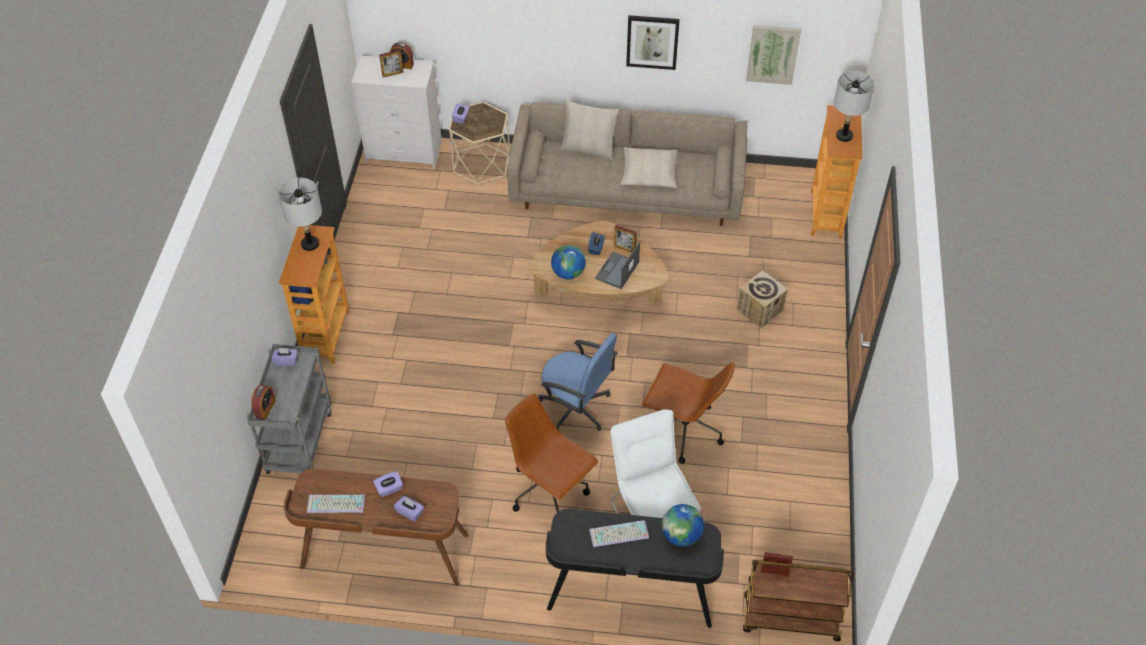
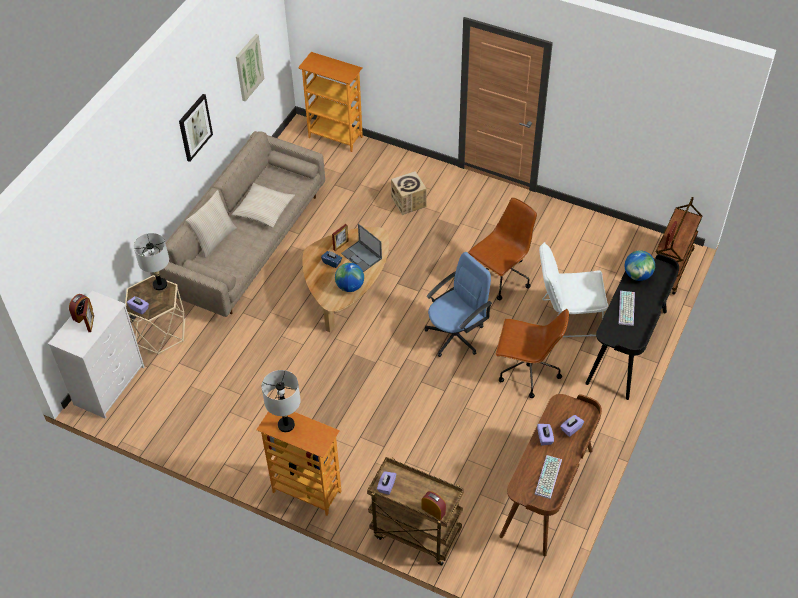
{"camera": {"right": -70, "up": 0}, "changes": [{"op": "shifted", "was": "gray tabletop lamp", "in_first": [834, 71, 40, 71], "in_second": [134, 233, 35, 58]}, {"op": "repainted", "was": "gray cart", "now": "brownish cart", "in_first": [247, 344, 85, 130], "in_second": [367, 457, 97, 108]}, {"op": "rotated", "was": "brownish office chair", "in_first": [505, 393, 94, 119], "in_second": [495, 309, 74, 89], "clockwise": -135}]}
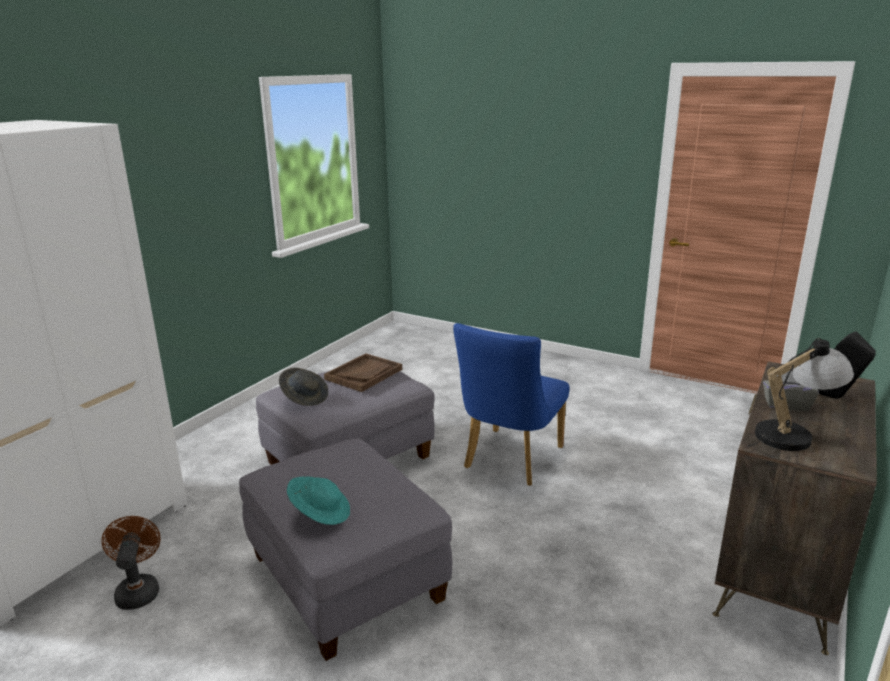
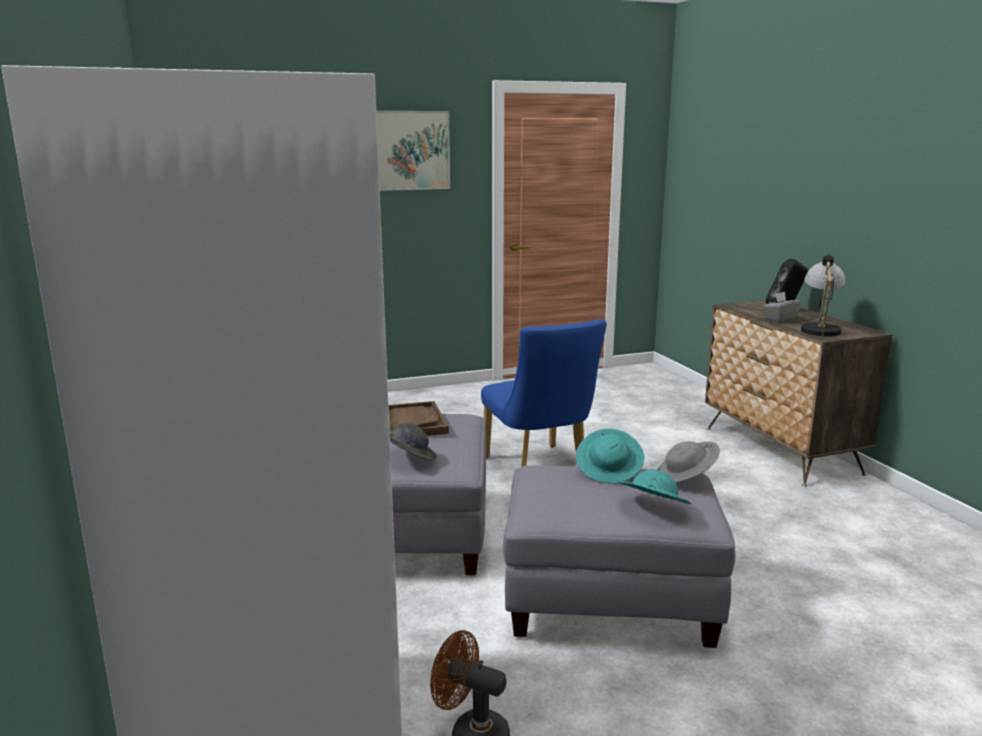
{"camera": {"right": -50, "up": -5}, "changes": [{"op": "new", "now": "wall art", "in_second": [376, 111, 74, 80]}, {"op": "new", "now": "turquoise-coloured hat", "in_second": [576, 429, 68, 55]}, {"op": "new", "now": "gray hat", "in_second": [657, 441, 63, 42]}]}
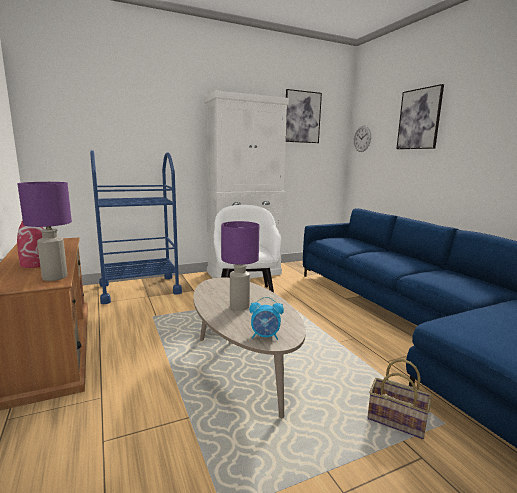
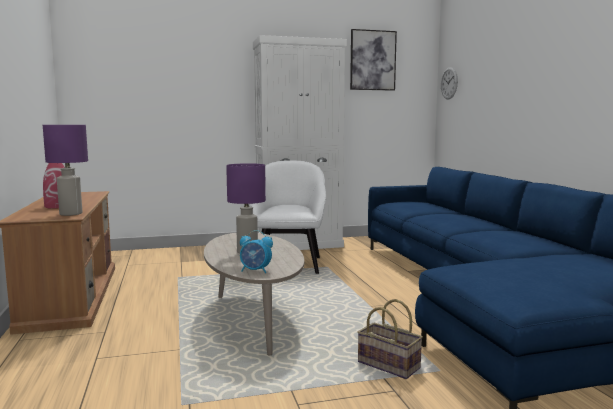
{"camera": {"right": 10, "up": -5}, "changes": [{"op": "gone", "was": "bluish cart", "in_first": [90, 150, 92, 154]}, {"op": "gone", "was": "wall art", "in_first": [396, 84, 48, 65]}]}
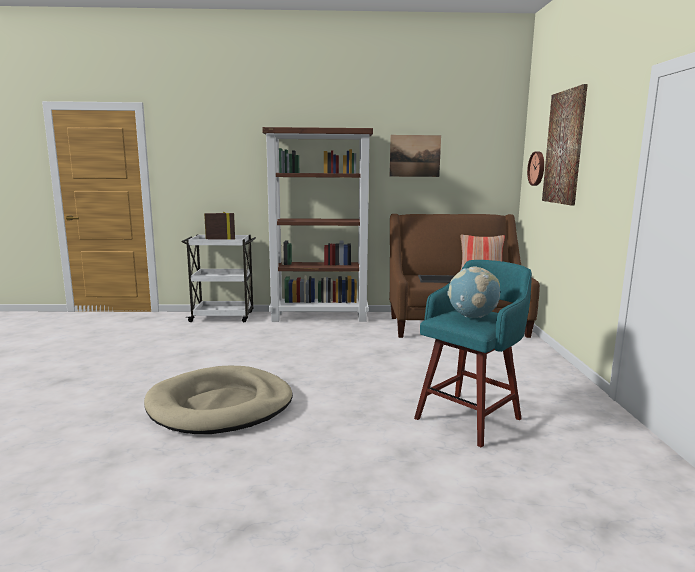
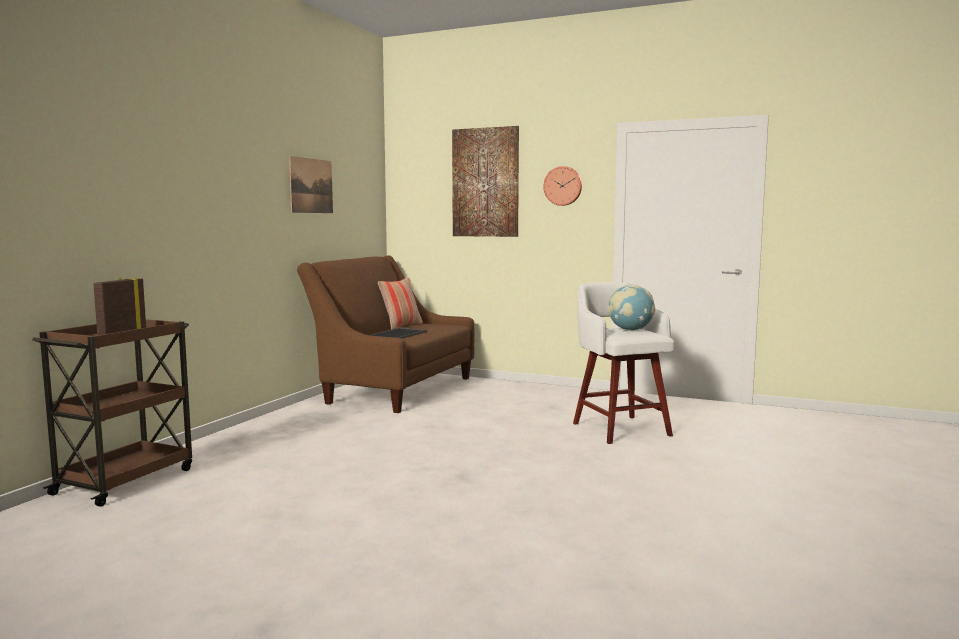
{"camera": {"right": -65, "up": -5}, "changes": [{"op": "gone", "was": "beige dog cushion", "in_first": [144, 366, 149, 68]}, {"op": "gone", "was": "brownish shelving unit", "in_first": [262, 127, 111, 195]}, {"op": "shifted", "was": "wall clock", "in_first": [527, 151, 17, 35], "in_second": [543, 166, 39, 40]}, {"op": "repainted", "was": "white cart", "now": "brownish cart", "in_first": [182, 235, 74, 87], "in_second": [32, 319, 160, 188]}, {"op": "repainted", "was": "turquoise-coloured sitting stool", "now": "white sitting stool", "in_first": [414, 260, 118, 187], "in_second": [573, 282, 102, 162]}]}
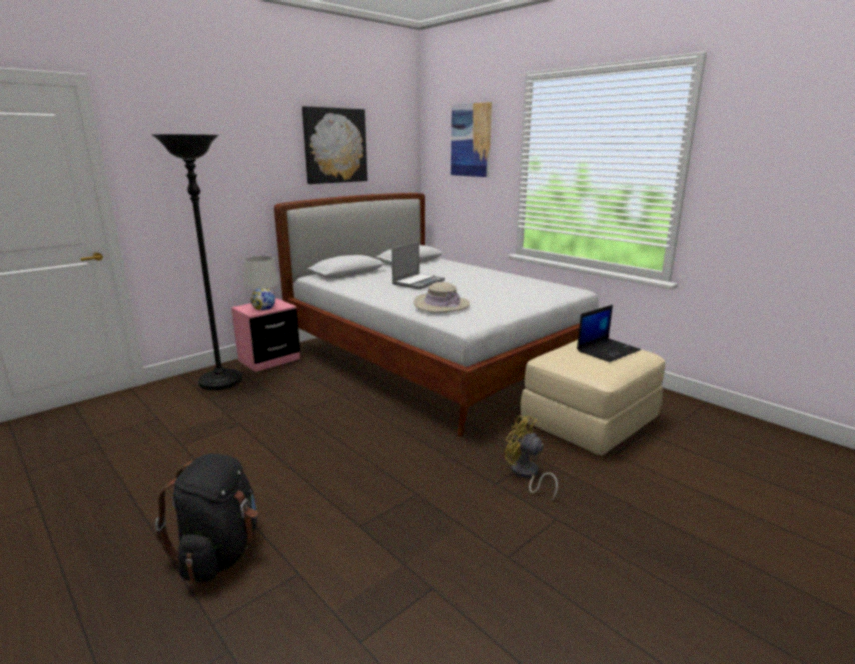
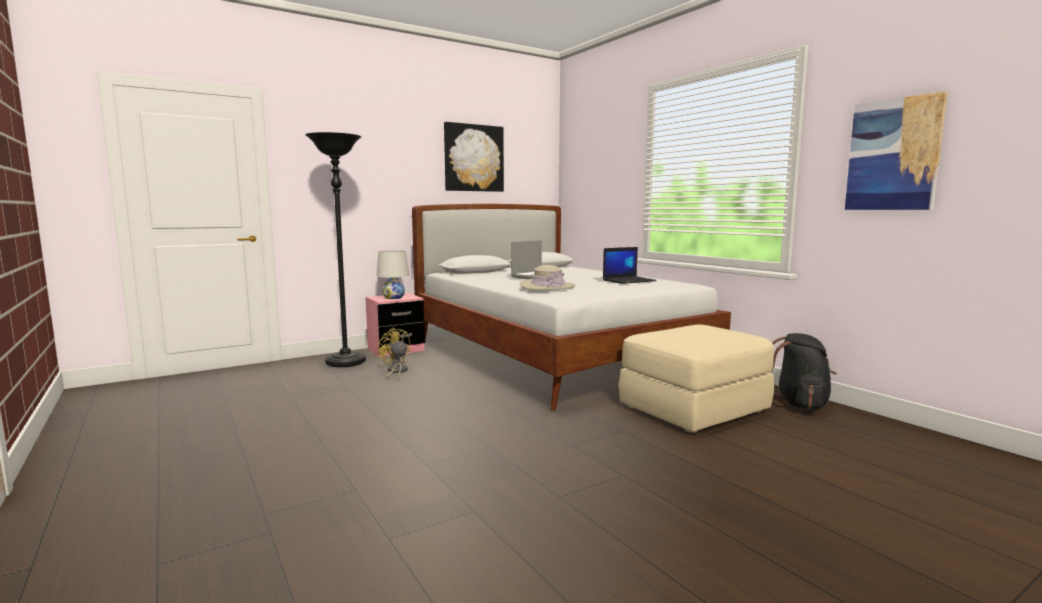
{"camera": {"right": 10, "up": -10}, "changes": [{"op": "shifted", "was": "black knapsack", "in_first": [155, 454, 103, 129], "in_second": [769, 333, 68, 76]}, {"op": "shifted", "was": "wall art", "in_first": [451, 102, 41, 75], "in_second": [845, 91, 103, 119]}, {"op": "shifted", "was": "yellowish fan", "in_first": [505, 415, 53, 85], "in_second": [378, 328, 33, 53]}, {"op": "shifted", "was": "laptop", "in_first": [577, 305, 64, 57], "in_second": [603, 247, 54, 37]}]}
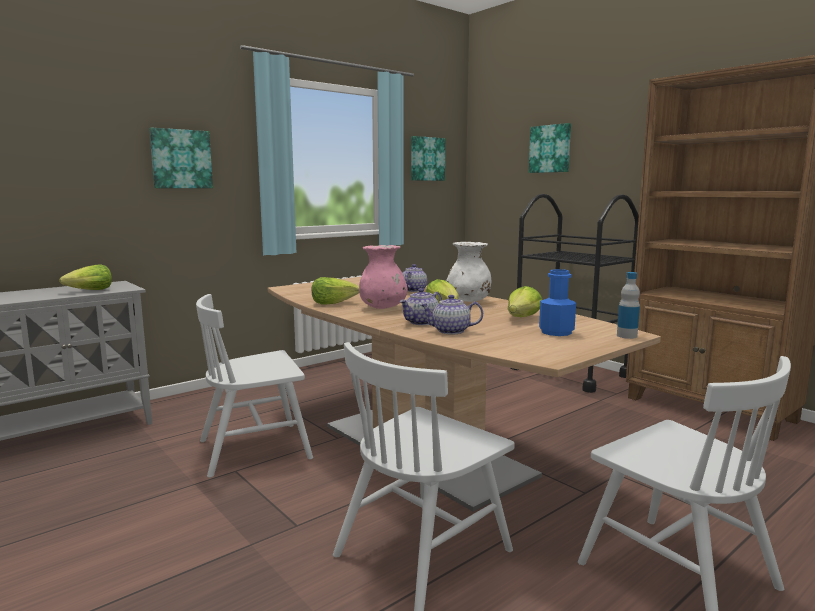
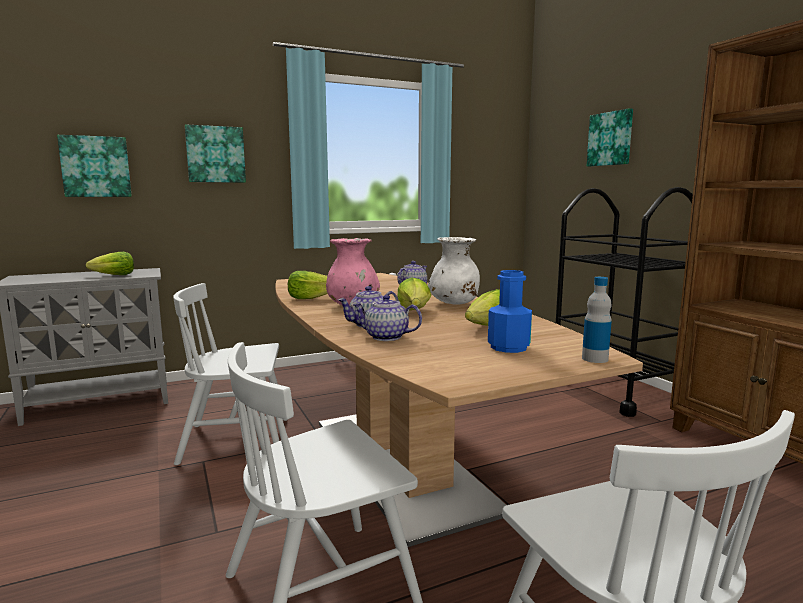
{"camera": {"right": 15, "up": 0}, "changes": [{"op": "shifted", "was": "wall art", "in_first": [411, 136, 34, 45], "in_second": [57, 135, 75, 62]}]}
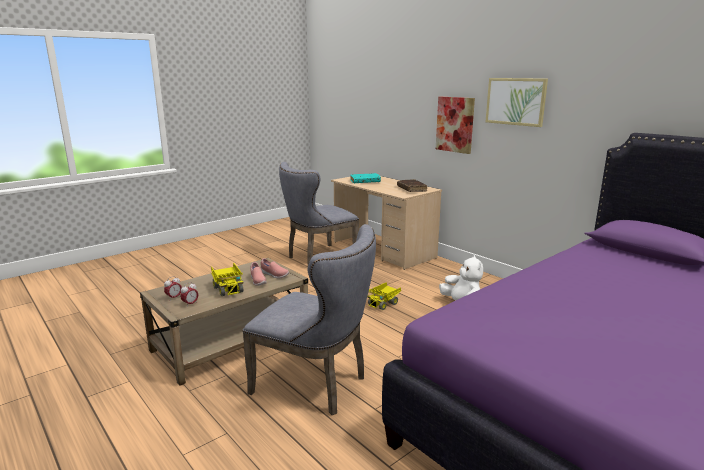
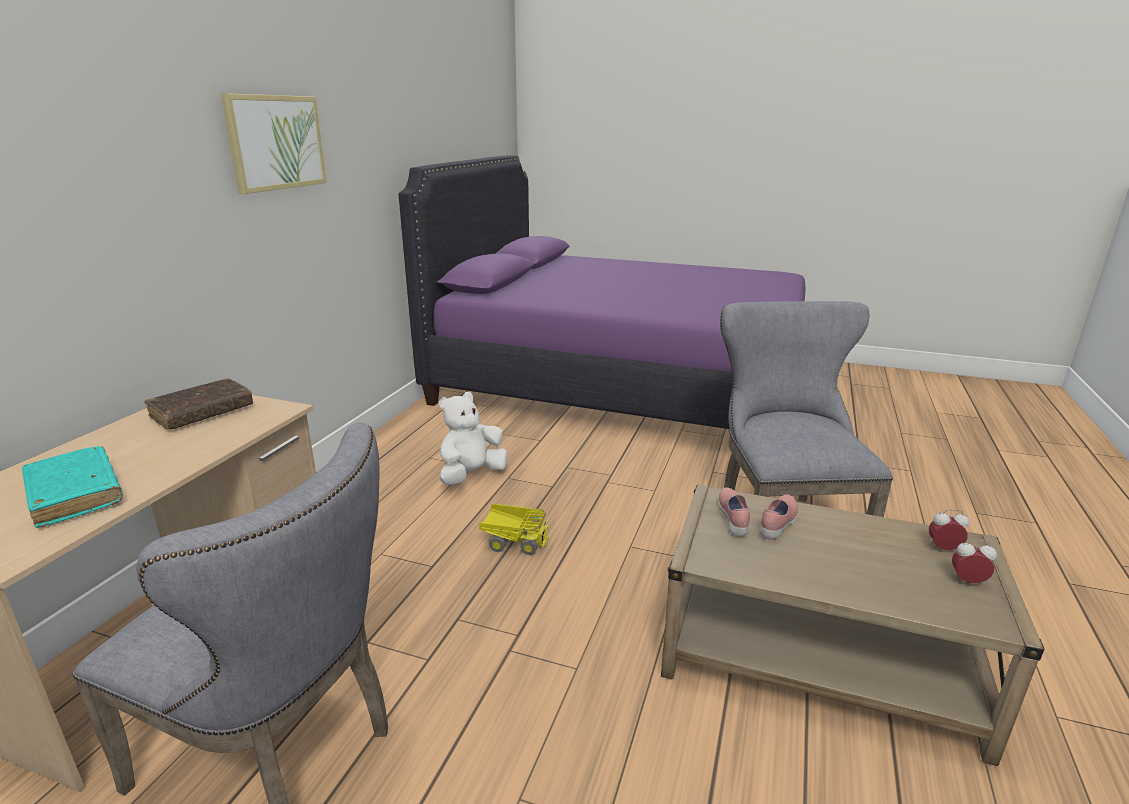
{"camera": {"right": -120, "up": 5}, "changes": [{"op": "gone", "was": "toy truck", "in_first": [211, 263, 32, 33]}, {"op": "gone", "was": "wall art", "in_first": [436, 97, 39, 57]}]}
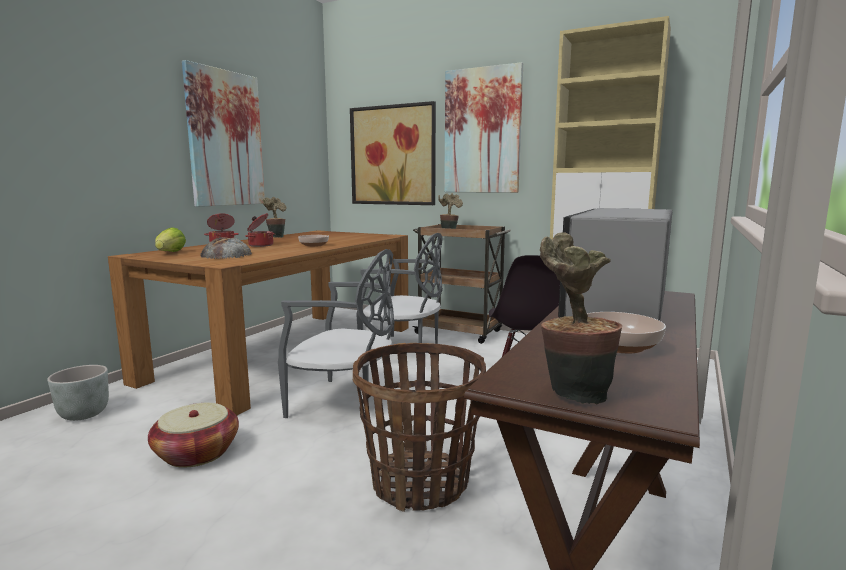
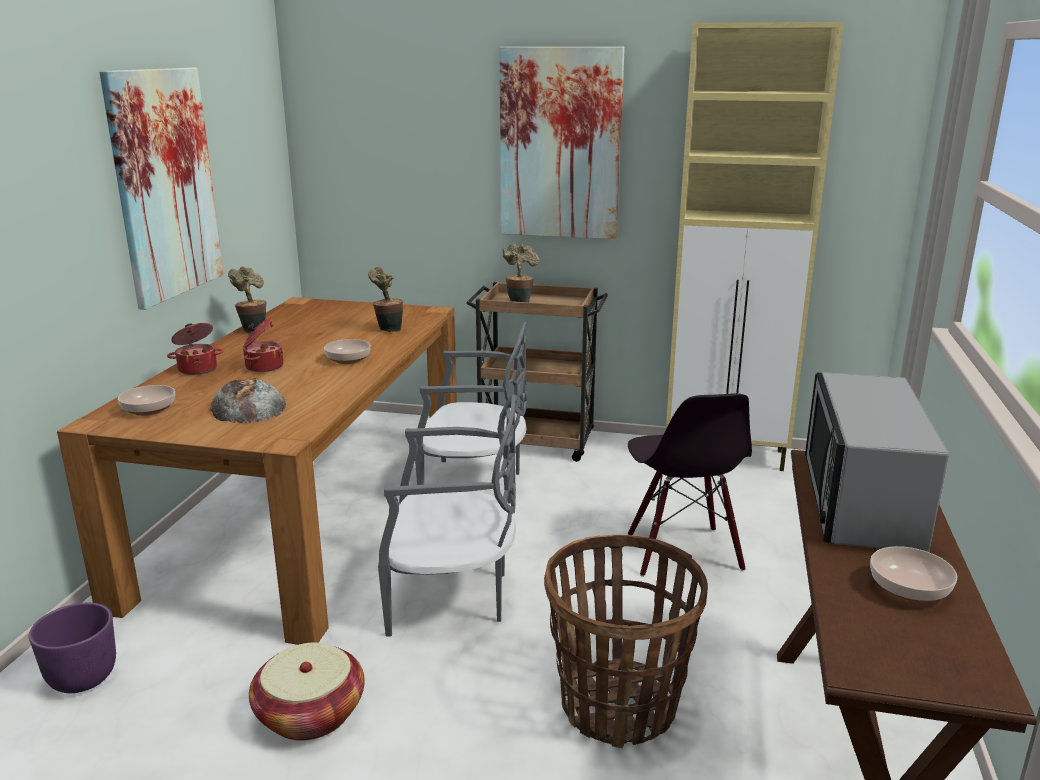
{"camera": {"right": -15, "up": 10}, "changes": [{"op": "gone", "was": "wall art", "in_first": [350, 101, 86, 104]}, {"op": "shifted", "was": "potted plant", "in_first": [540, 232, 82, 173], "in_second": [368, 266, 35, 66]}, {"op": "swapped", "was": "head of lettuce", "now": "serving bowl", "in_first": [155, 227, 31, 25], "in_second": [118, 385, 57, 31]}, {"op": "repainted", "was": "gray planter", "now": "purplish planter", "in_first": [47, 365, 62, 56], "in_second": [29, 603, 87, 90]}]}
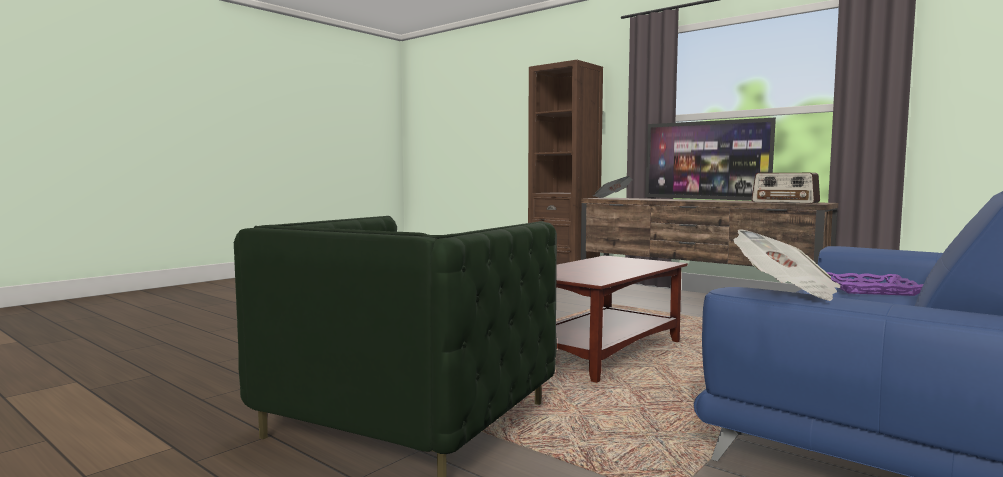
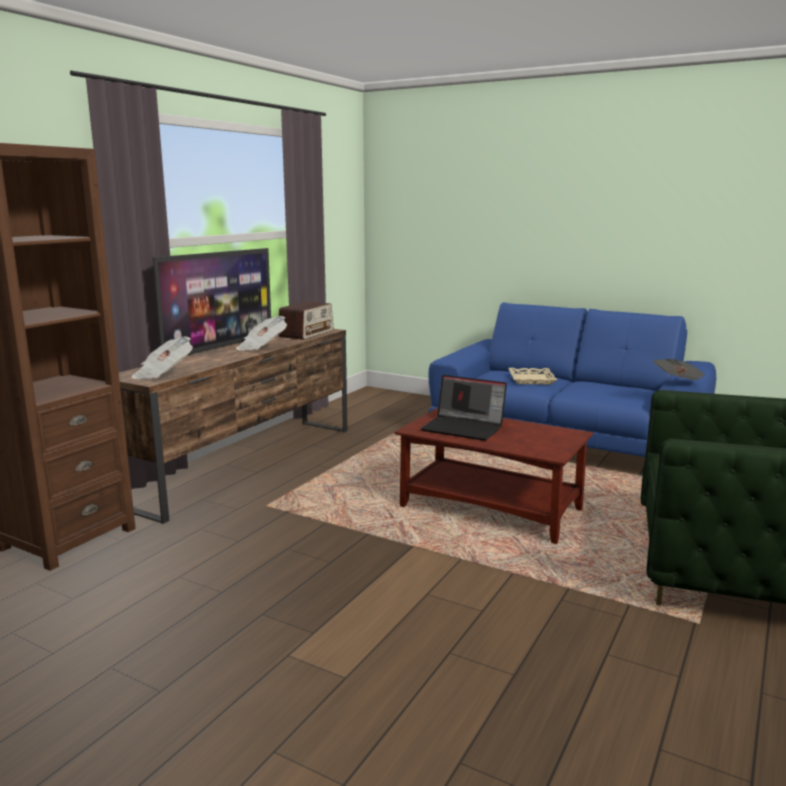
{"camera": {"right": -100, "up": 10}, "changes": [{"op": "new", "now": "daily paper", "in_second": [236, 316, 51, 35]}, {"op": "new", "now": "laptop", "in_second": [420, 375, 87, 66]}, {"op": "repainted", "was": "purplish serving tray", "now": "beige serving tray", "in_first": [827, 272, 97, 24], "in_second": [508, 368, 49, 16]}]}
